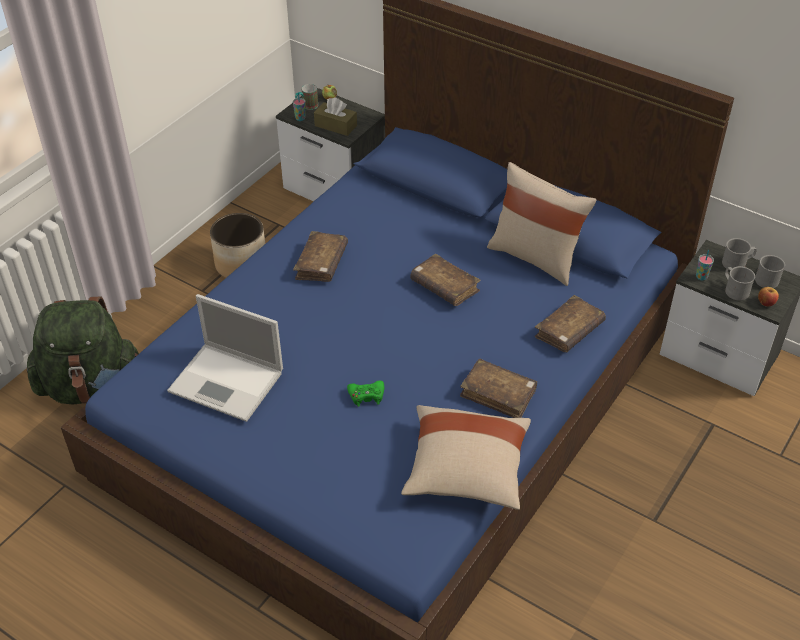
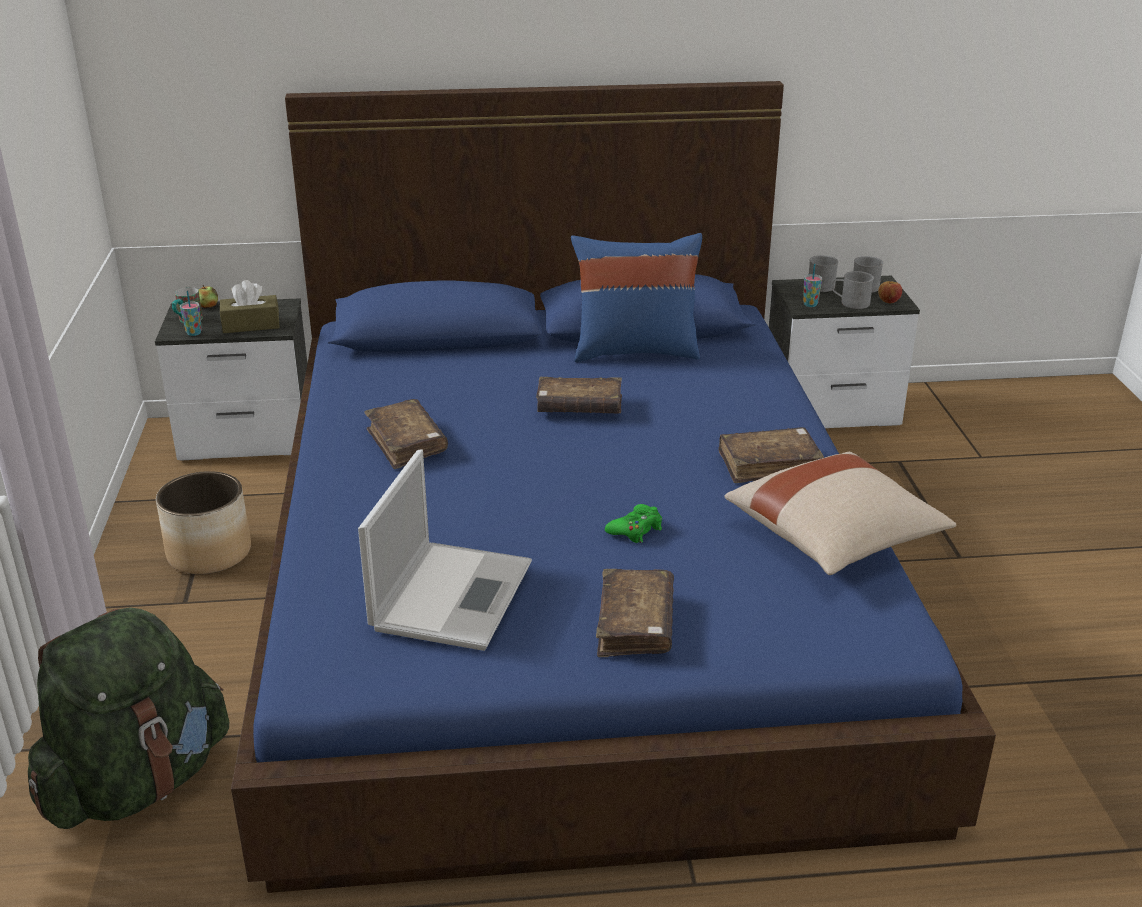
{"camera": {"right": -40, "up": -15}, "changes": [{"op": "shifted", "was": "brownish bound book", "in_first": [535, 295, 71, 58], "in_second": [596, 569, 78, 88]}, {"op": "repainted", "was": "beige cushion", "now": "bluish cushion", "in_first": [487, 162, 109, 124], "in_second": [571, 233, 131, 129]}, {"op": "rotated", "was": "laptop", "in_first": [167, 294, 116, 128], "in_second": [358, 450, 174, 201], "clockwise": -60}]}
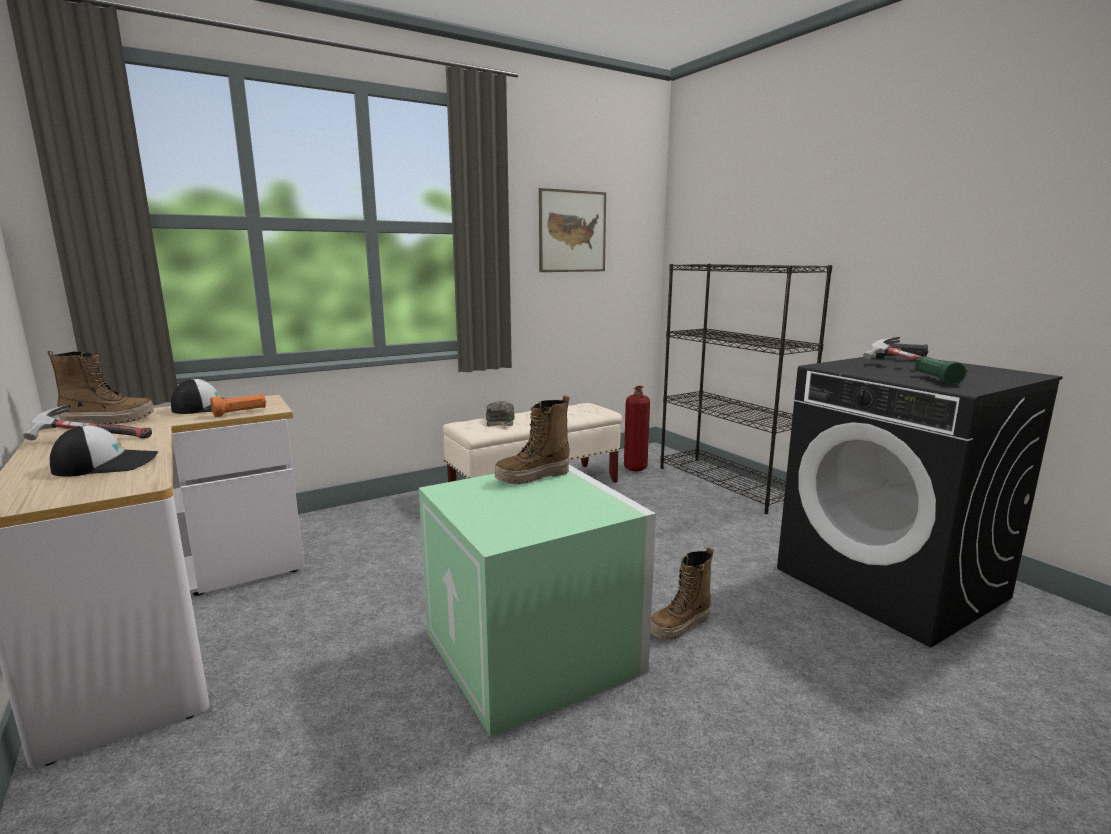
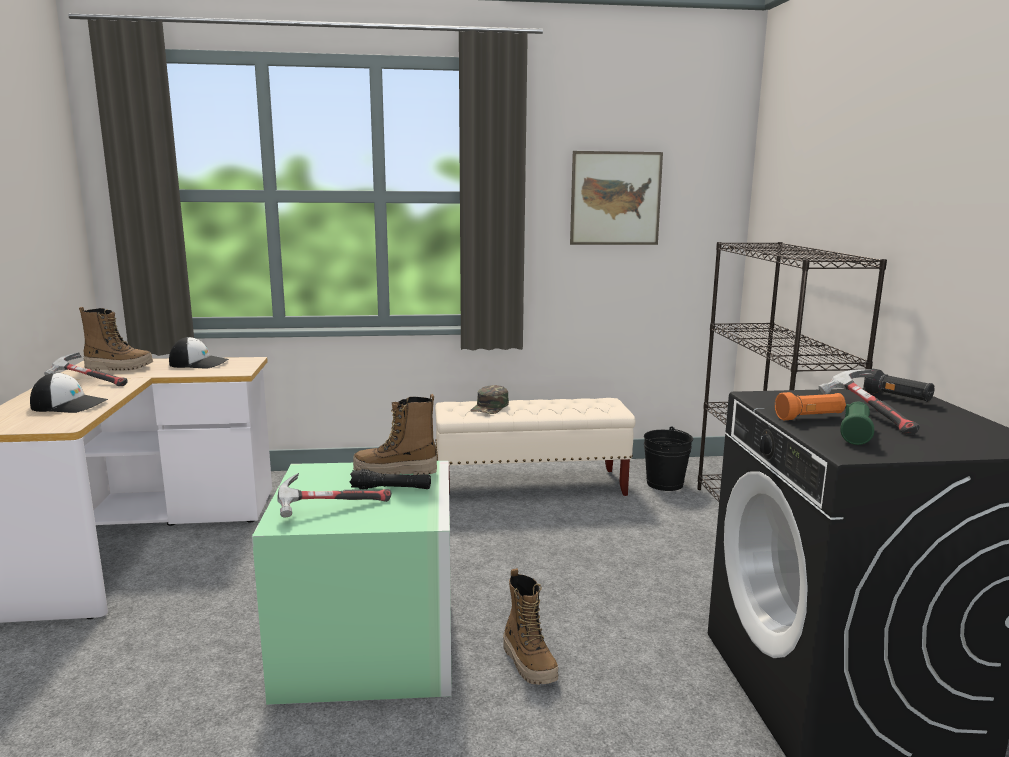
{"camera": {"right": 25, "up": 0}, "changes": [{"op": "new", "now": "hand hammer", "in_second": [278, 473, 113, 45]}, {"op": "new", "now": "black flashlight", "in_second": [350, 469, 81, 20]}, {"op": "shifted", "was": "orange flashlight", "in_first": [211, 394, 55, 23], "in_second": [775, 392, 71, 28]}, {"op": "swapped", "was": "fire extinguisher", "now": "black water bucket", "in_first": [624, 386, 26, 85], "in_second": [644, 426, 49, 65]}, {"op": "rotated", "was": "high-top boot", "in_first": [650, 547, 64, 93], "in_second": [503, 568, 55, 117], "clockwise": -105}]}
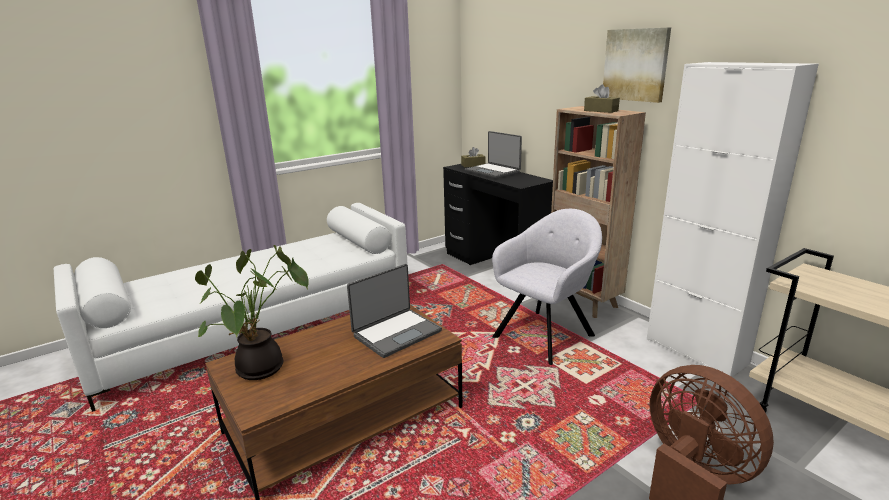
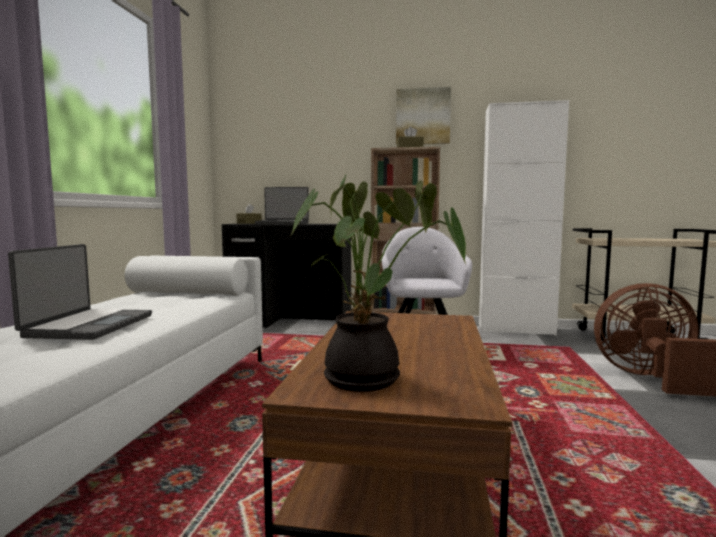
{"camera": {"right": -45, "up": -15}, "changes": [{"op": "shifted", "was": "laptop", "in_first": [347, 264, 95, 94], "in_second": [8, 244, 144, 96]}]}
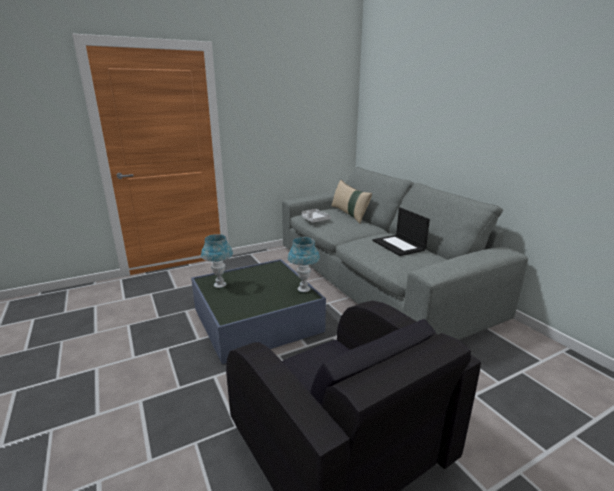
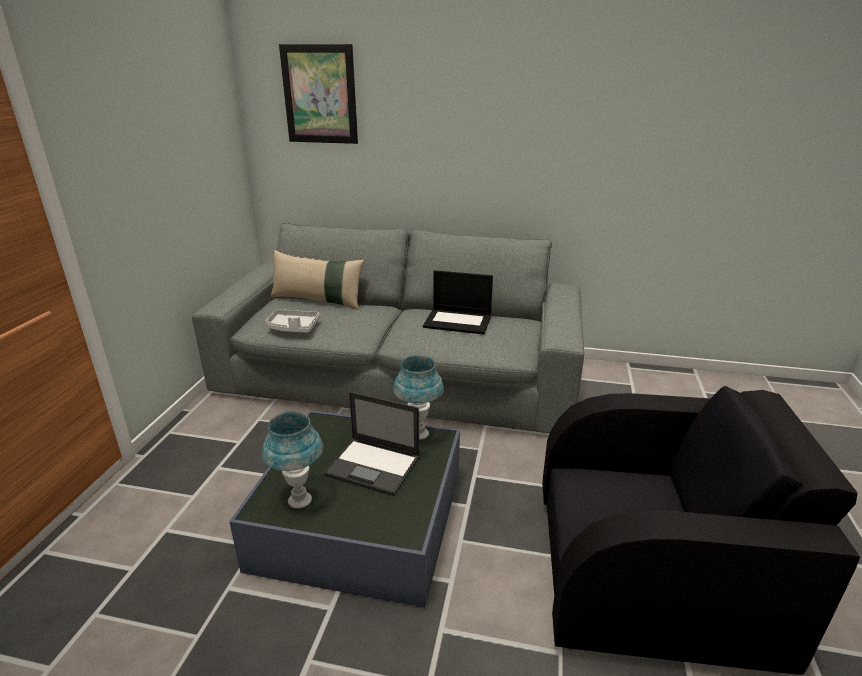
{"camera": {"right": -50, "up": 5}, "changes": [{"op": "new", "now": "wall art", "in_second": [279, 44, 79, 100]}, {"op": "new", "now": "laptop", "in_second": [323, 392, 97, 104]}]}
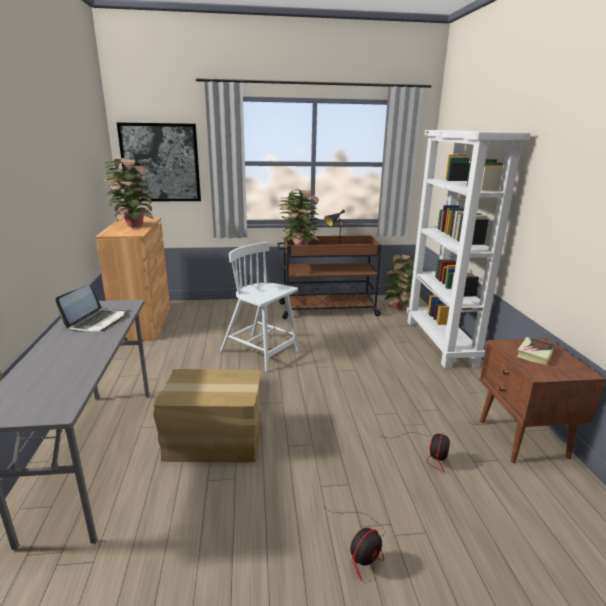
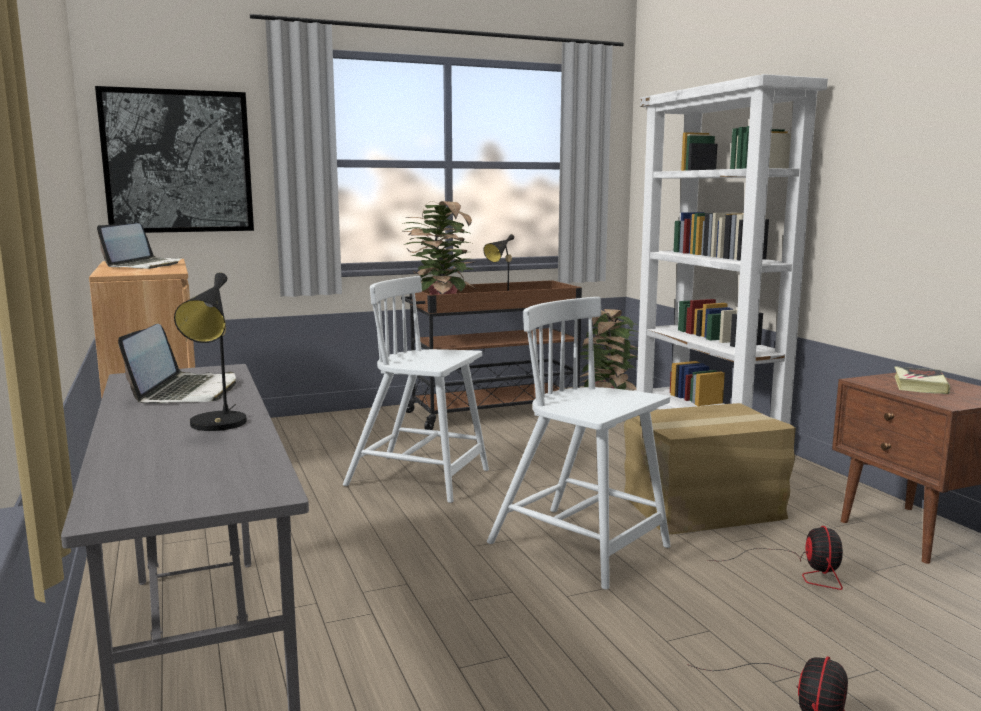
{"camera": {"right": -15, "up": -10}, "changes": [{"op": "new", "now": "black tabletop lamp", "in_second": [174, 273, 73, 158]}, {"op": "new", "now": "white chair", "in_second": [487, 297, 184, 293]}, {"op": "shifted", "was": "packing box", "in_first": [153, 369, 109, 93], "in_second": [624, 403, 172, 131]}, {"op": "swapped", "was": "potted plant", "now": "laptop", "in_first": [102, 158, 51, 69], "in_second": [97, 223, 85, 46]}]}
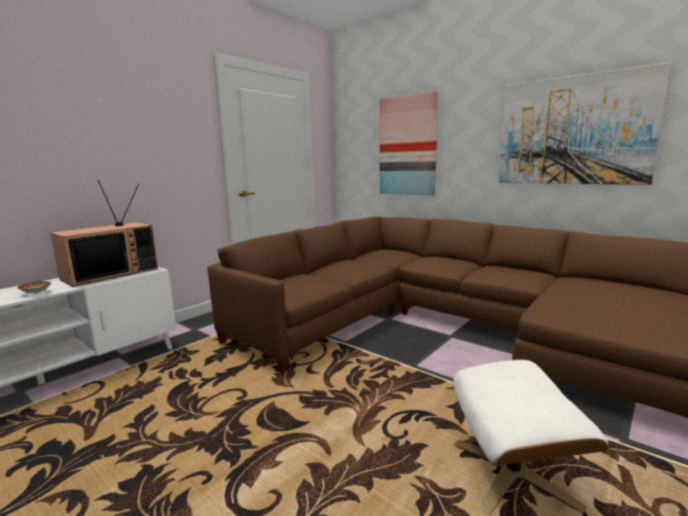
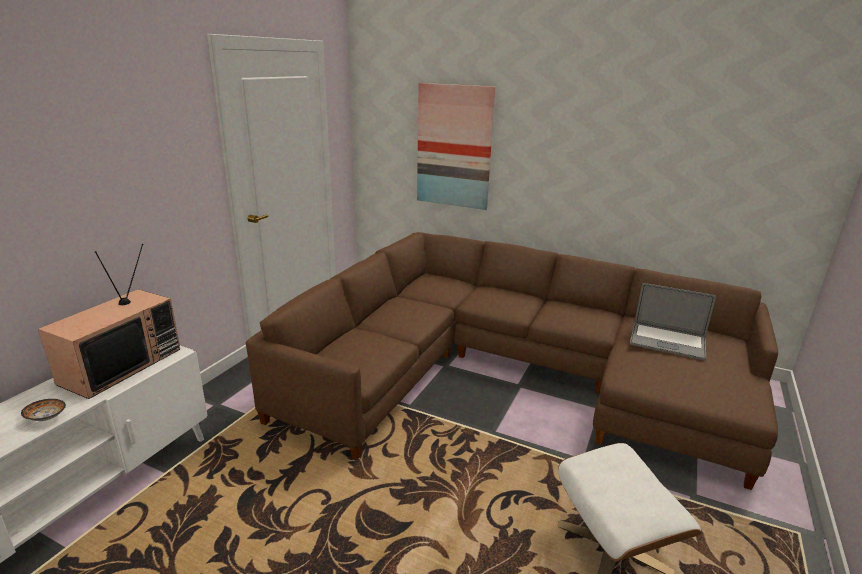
{"camera": {"right": -15, "up": 10}, "changes": [{"op": "gone", "was": "wall art", "in_first": [499, 62, 172, 123]}, {"op": "new", "now": "laptop", "in_second": [630, 283, 86, 78]}]}
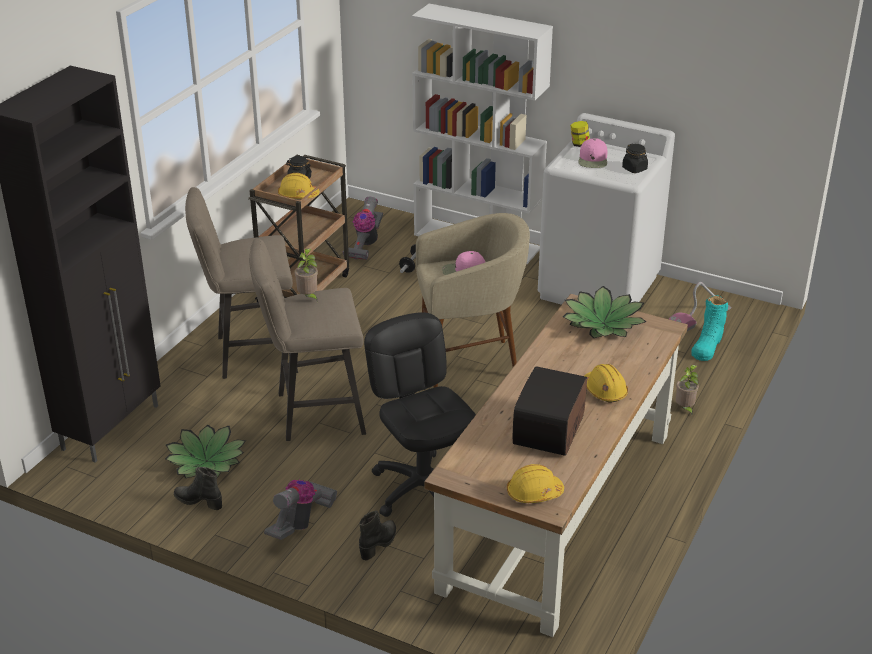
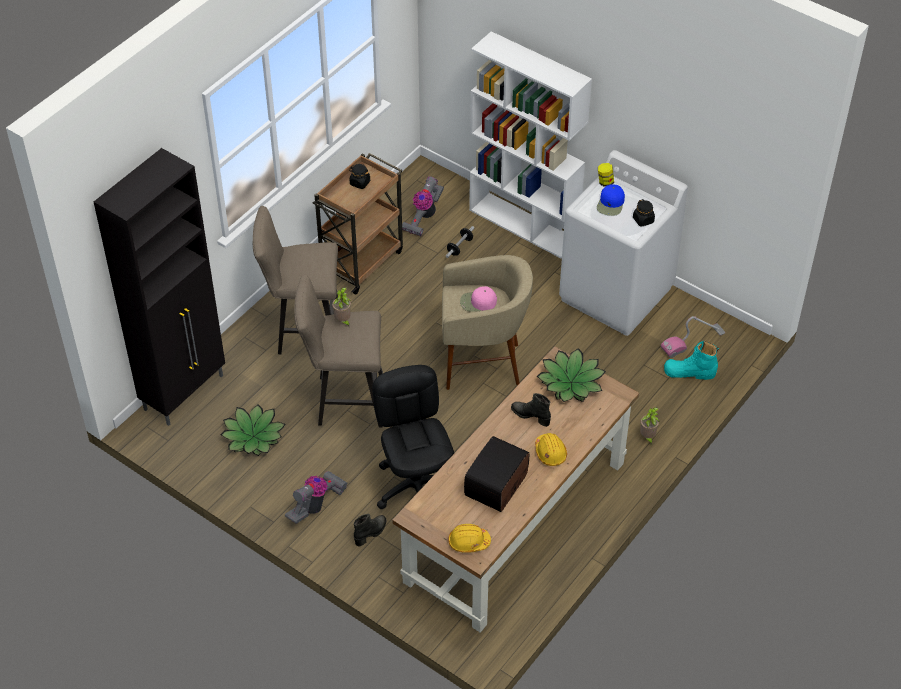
{"camera": {"right": 10, "up": 15}, "changes": [{"op": "gone", "was": "yellowish hard hat", "in_first": [278, 173, 42, 26]}, {"op": "shifted", "was": "black high-top boot", "in_first": [174, 467, 48, 43], "in_second": [511, 393, 40, 34]}, {"op": "repainted", "was": "pinkish baseball cap", "now": "bluish baseball cap", "in_first": [578, 139, 29, 29], "in_second": [597, 184, 28, 32]}, {"op": "rotated", "was": "turquoise-coloured high-top boot", "in_first": [691, 295, 37, 66], "in_second": [664, 341, 55, 39], "clockwise": 60}]}
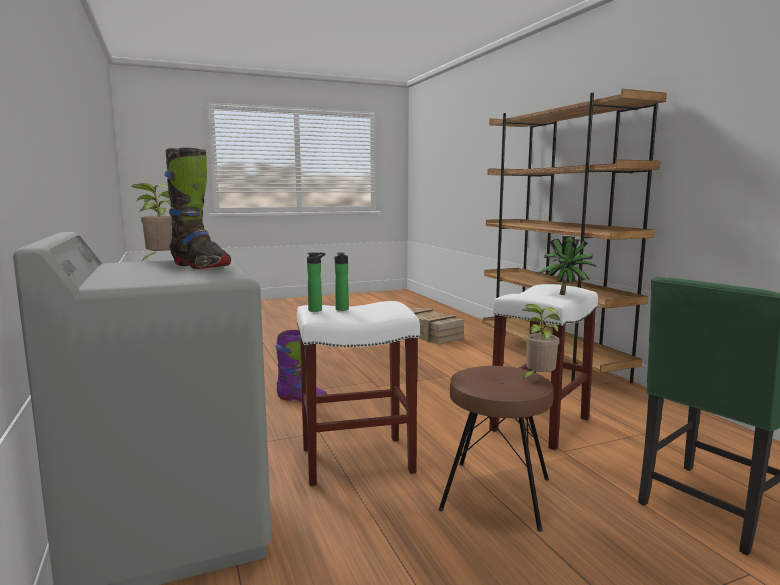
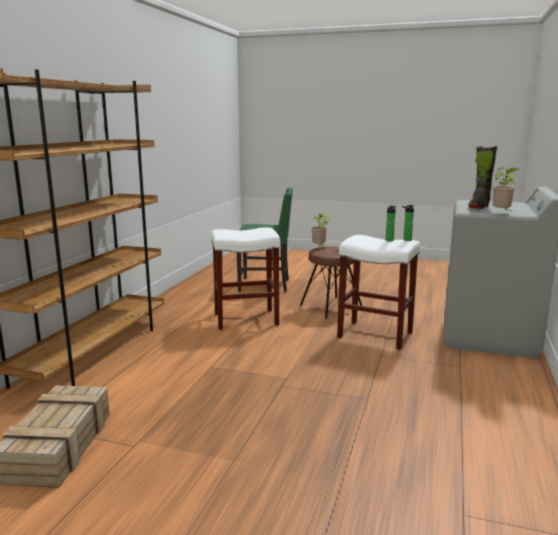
{"camera": {"right": -140, "up": 5}, "changes": [{"op": "gone", "was": "purplish high-top boot", "in_first": [275, 330, 52, 72]}, {"op": "gone", "was": "potted plant", "in_first": [537, 236, 59, 59]}, {"op": "rotated", "was": "black high-top boot", "in_first": [164, 147, 67, 122], "in_second": [468, 146, 29, 63], "clockwise": -135}]}
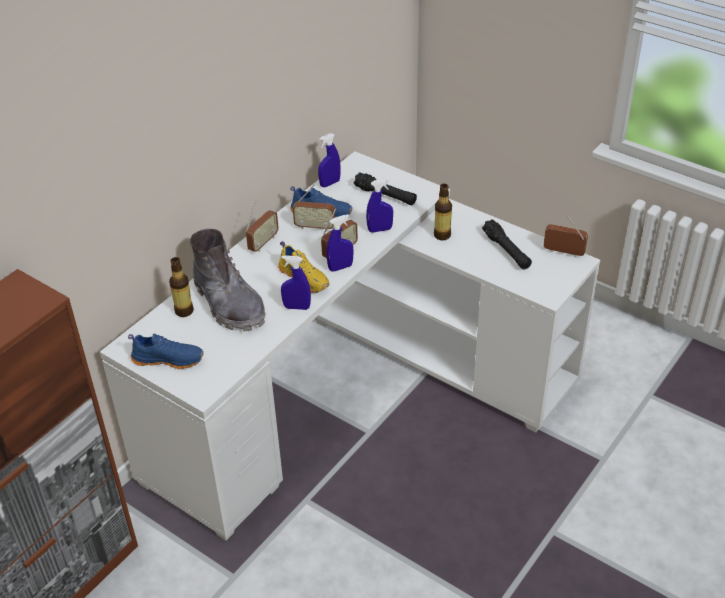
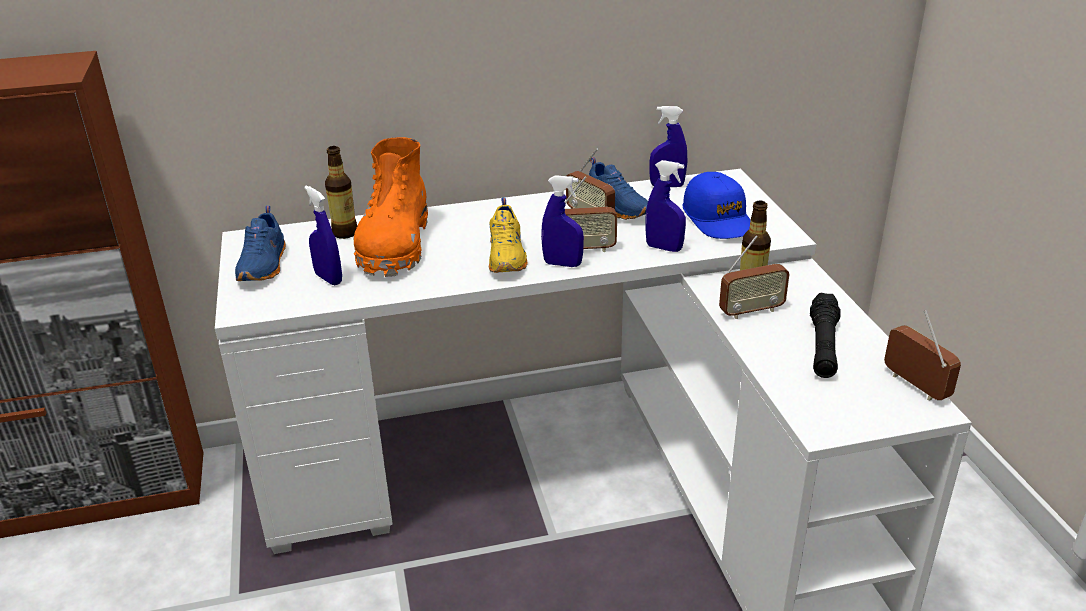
{"camera": {"right": 40, "up": -10}, "changes": [{"op": "shifted", "was": "radio receiver", "in_first": [246, 201, 33, 51], "in_second": [719, 235, 70, 84]}, {"op": "shifted", "was": "bluish sprayer", "in_first": [281, 255, 30, 55], "in_second": [304, 185, 38, 100]}, {"op": "swapped", "was": "black flashlight", "now": "bluish baseball cap", "in_first": [353, 172, 64, 33], "in_second": [683, 172, 67, 67]}, {"op": "repainted", "was": "gray high-top boot", "now": "orange high-top boot", "in_first": [190, 229, 75, 103], "in_second": [354, 137, 74, 140]}, {"op": "rotated", "was": "bluish item of footwear", "in_first": [128, 333, 75, 36], "in_second": [235, 206, 51, 75], "clockwise": 45}]}
